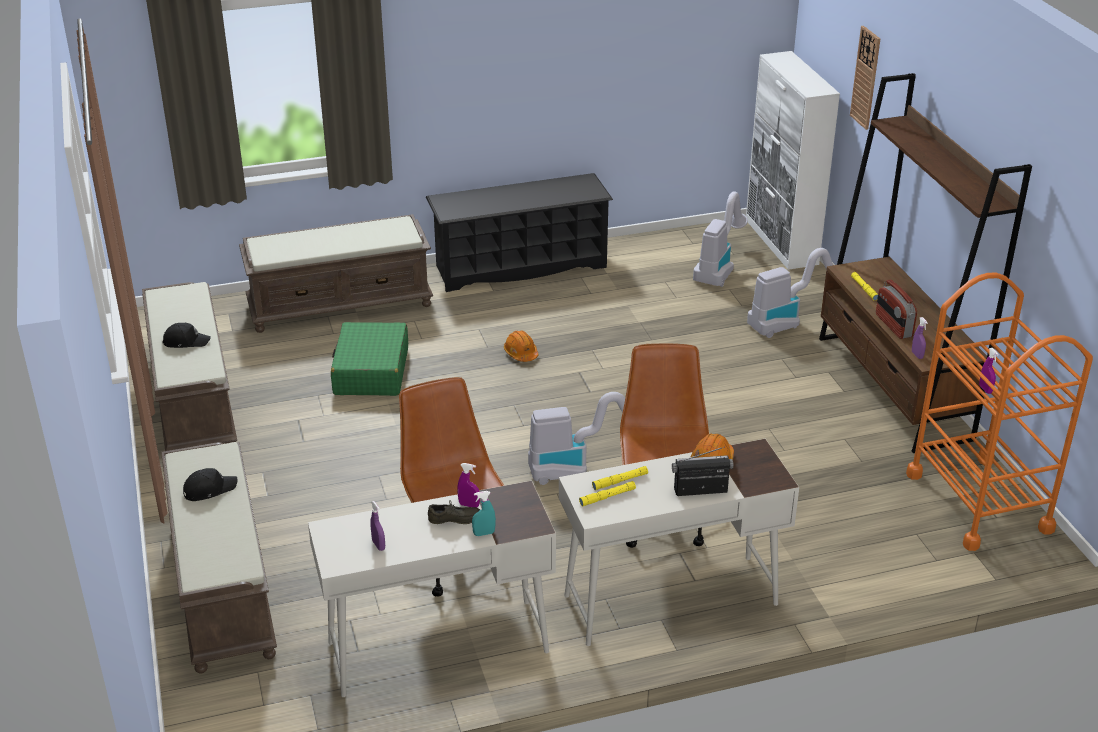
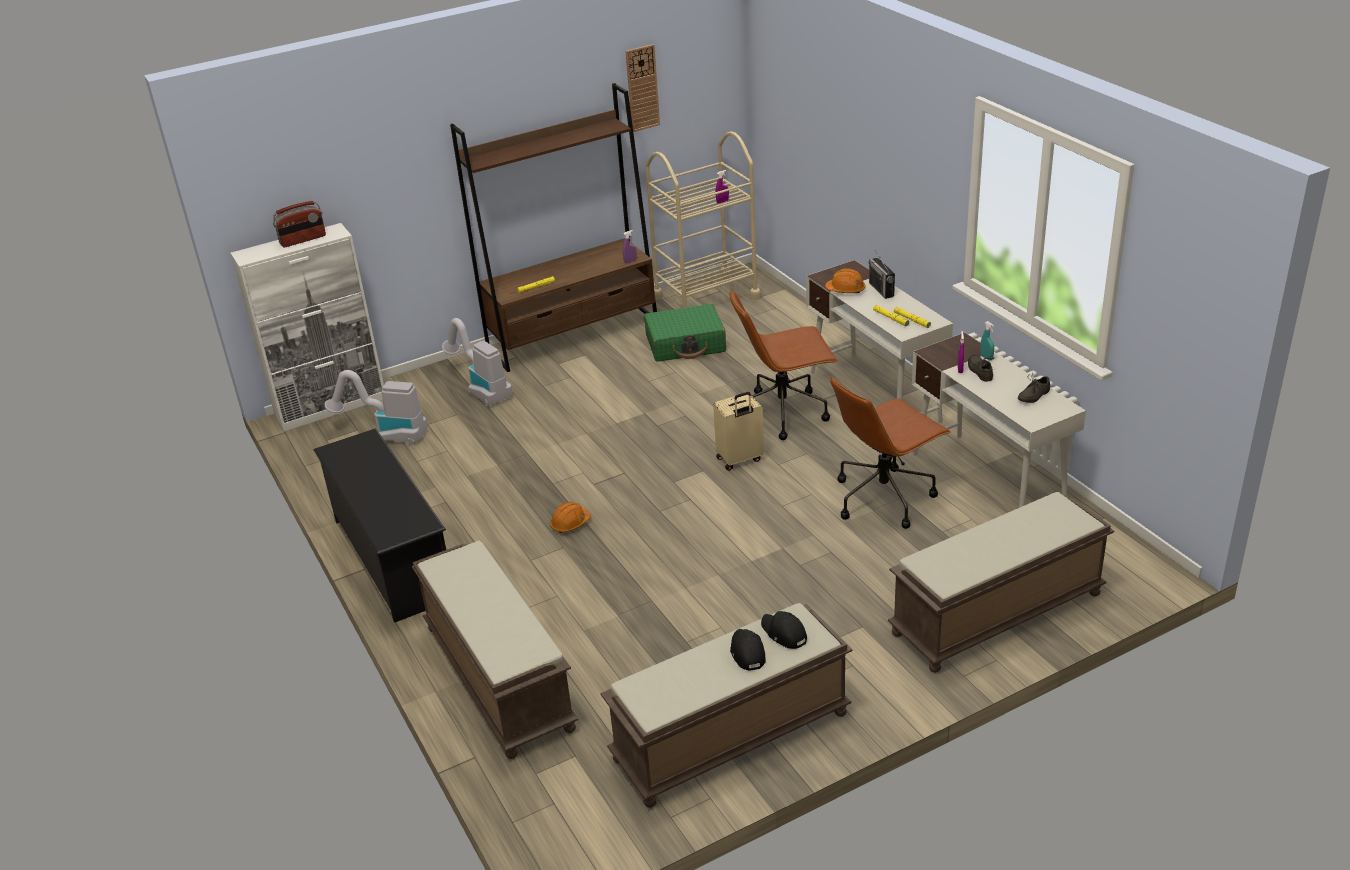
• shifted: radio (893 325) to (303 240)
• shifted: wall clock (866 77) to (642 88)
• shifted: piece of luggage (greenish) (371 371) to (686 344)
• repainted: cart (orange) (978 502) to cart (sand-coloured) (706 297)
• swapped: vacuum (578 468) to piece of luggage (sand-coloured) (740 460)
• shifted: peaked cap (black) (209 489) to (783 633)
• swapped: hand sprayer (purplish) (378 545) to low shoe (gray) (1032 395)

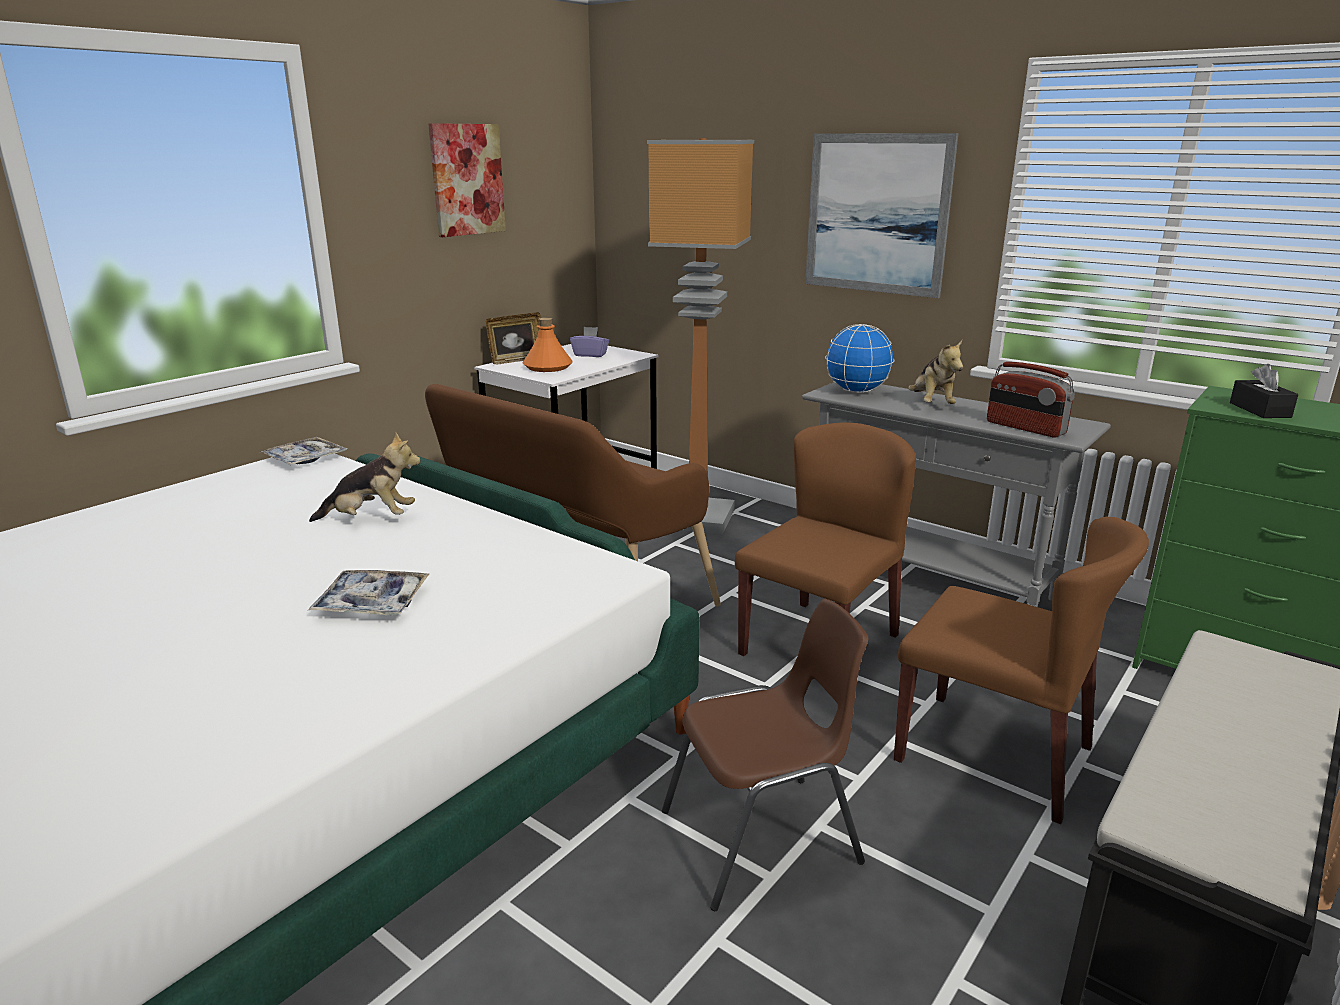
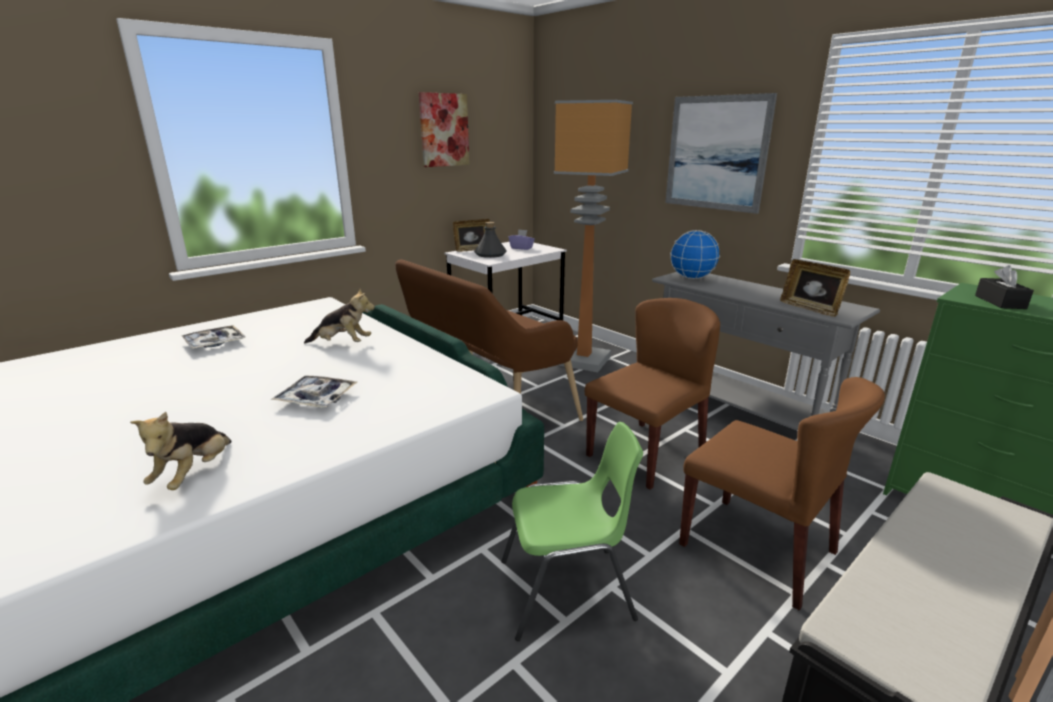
• shifted: soft toy (931 404) to (194 474)
• shifted: tray (305 459) to (215 343)
• repainted: bottle (orange) (547 367) to bottle (gray) (490 254)
• repainted: plain chair (brownish) (764 838) to plain chair (greenish) (568 591)
• swapped: radio (1025 428) to standing frame (810 308)

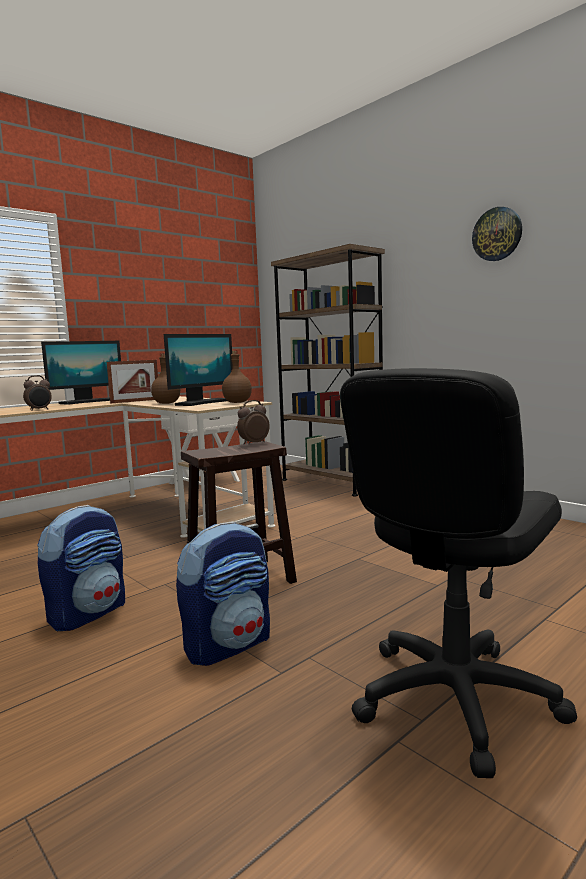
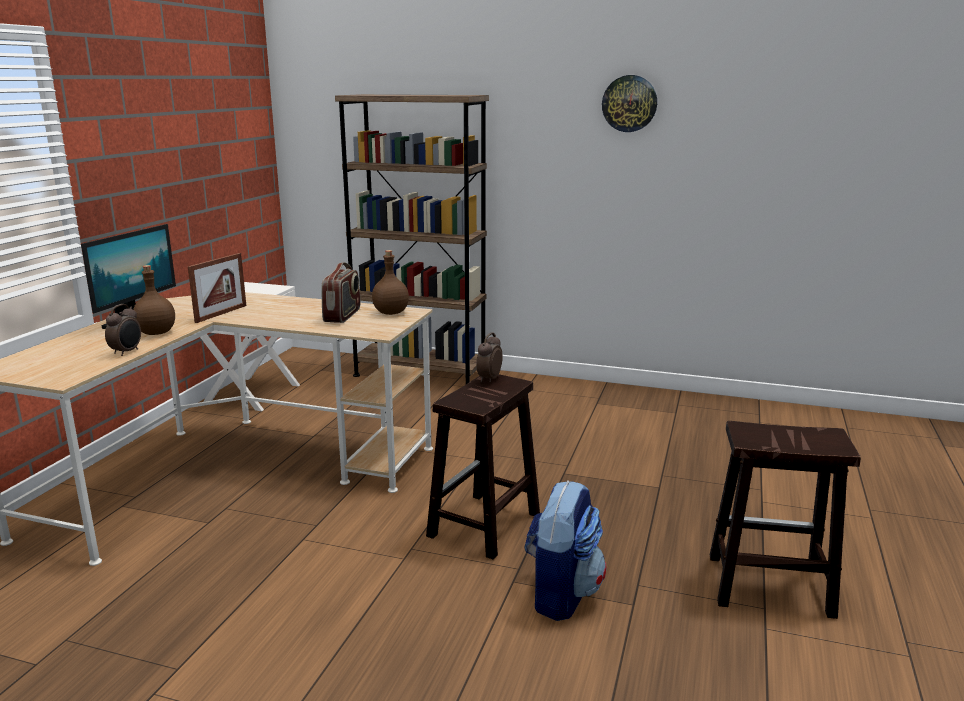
• shifted: bottle (brownish) (166 403) to (155 333)
• swapped: monitor (202 403) to radio (343 315)
• swapped: desk chair (black) (454 698) to stool seat (brownish) (767 585)
• gone: rucksack (88 613)

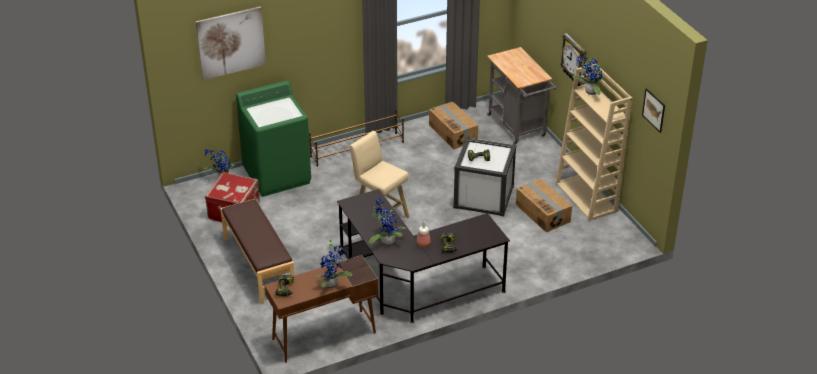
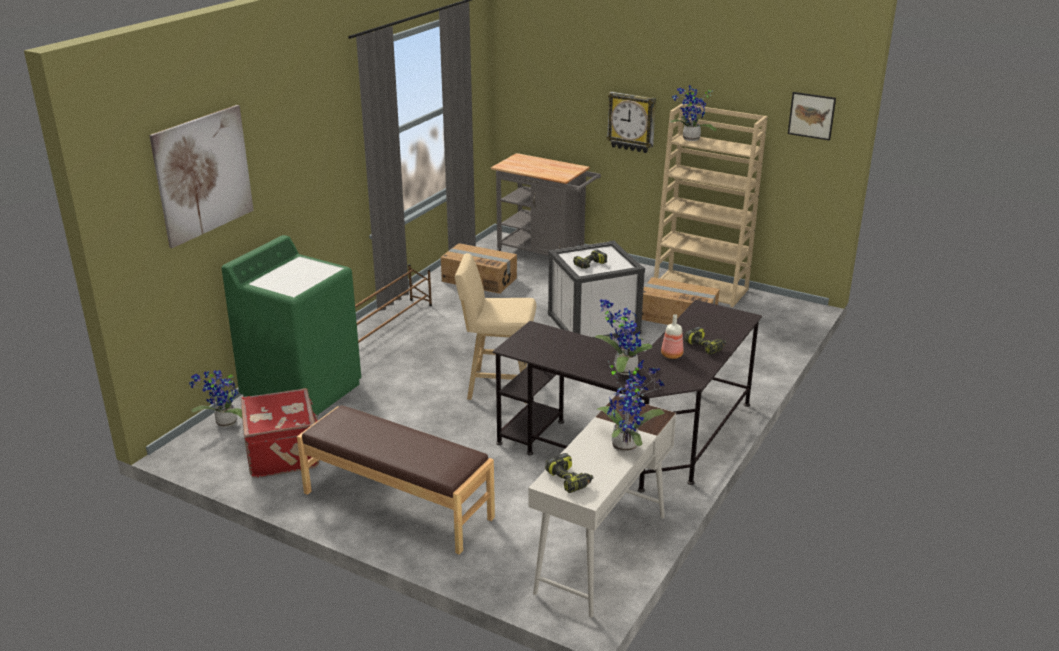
• repainted: desk (brownish) (323 336) to desk (white) (601 554)

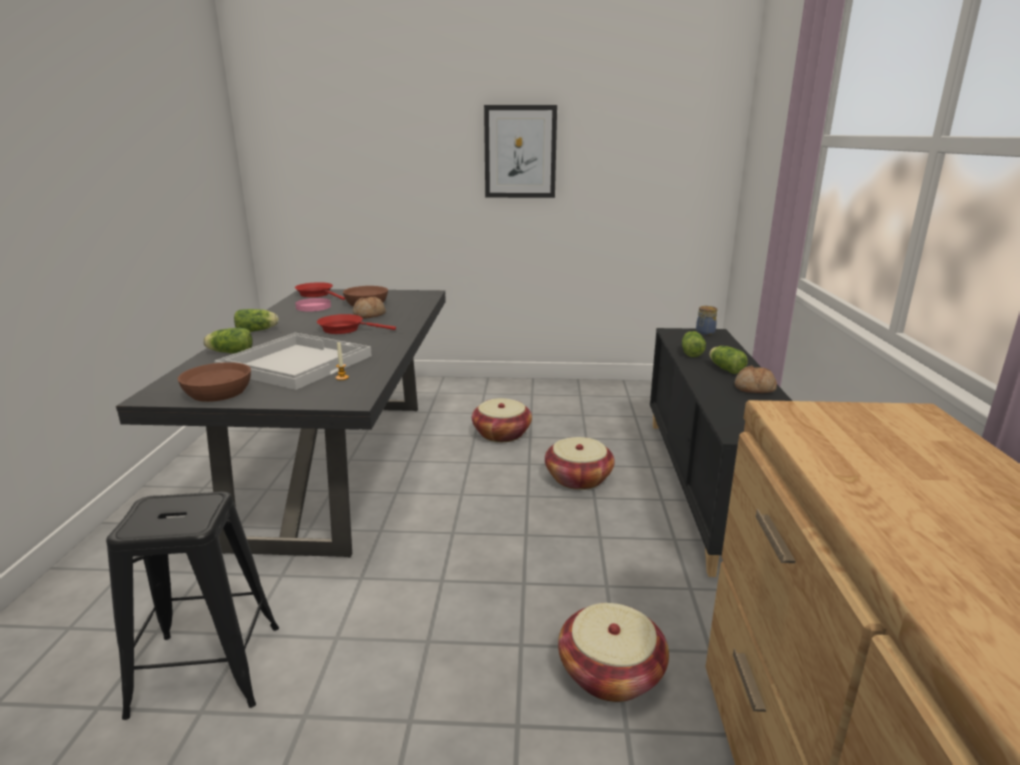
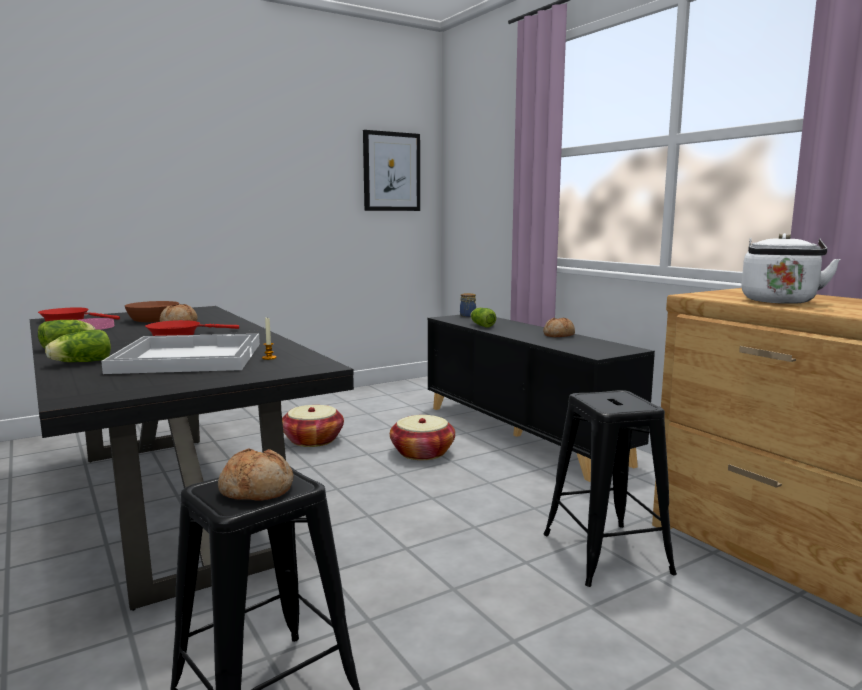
• new: bread (257 489)
• shifted: wall picture (520 152) to (391 172)
• swapped: basket (610 673) to stool seat (black) (605 553)
• new: kettle (white) (779 302)
• gone: deep dish (brownish) (217 393)
• gone: lettuce head (725 368)

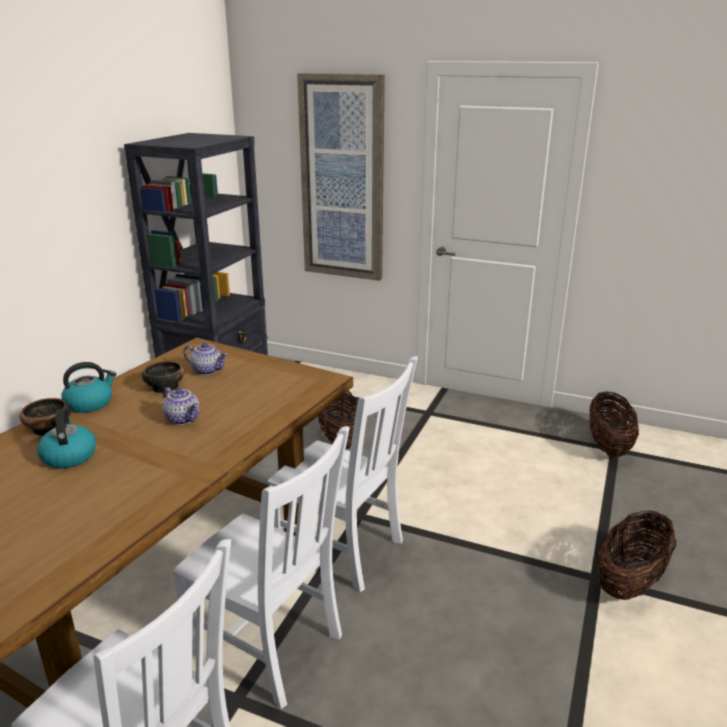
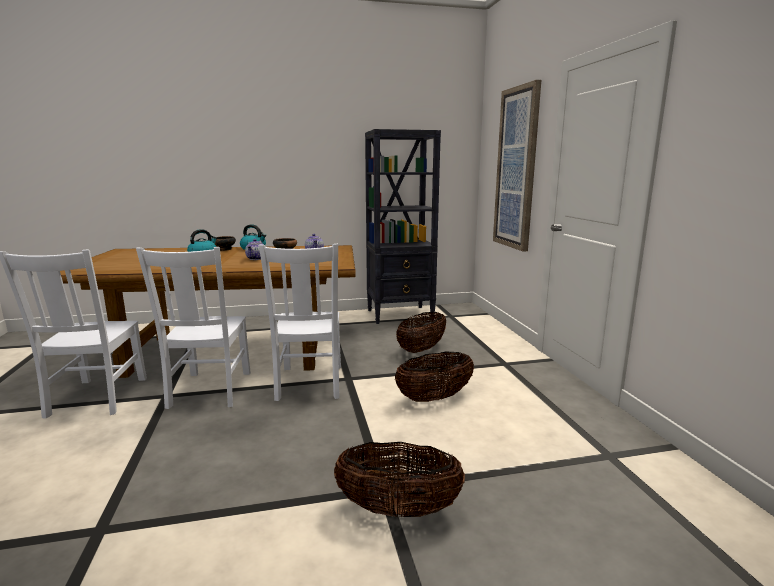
• shifted: basket (608 446) to (434 398)

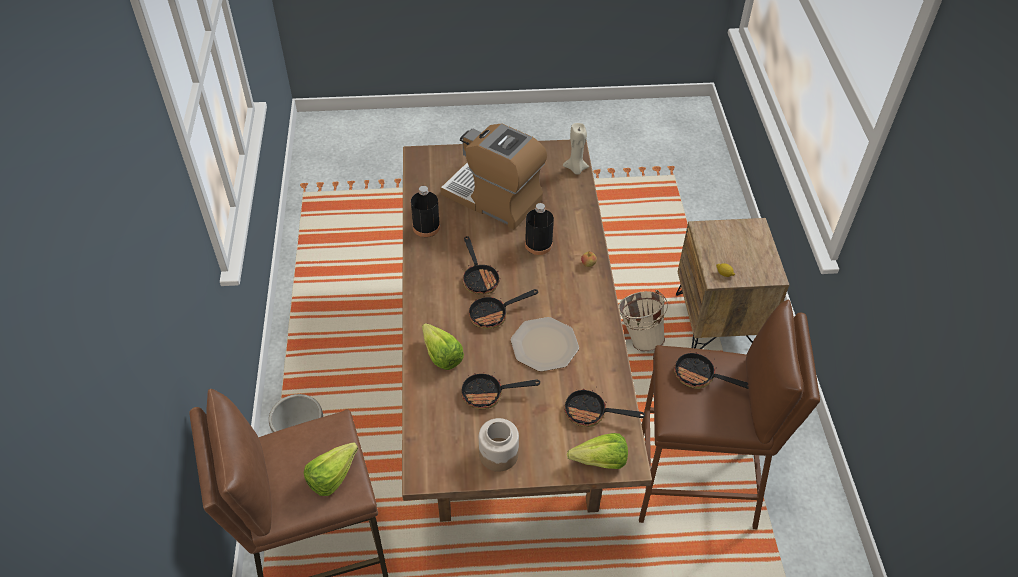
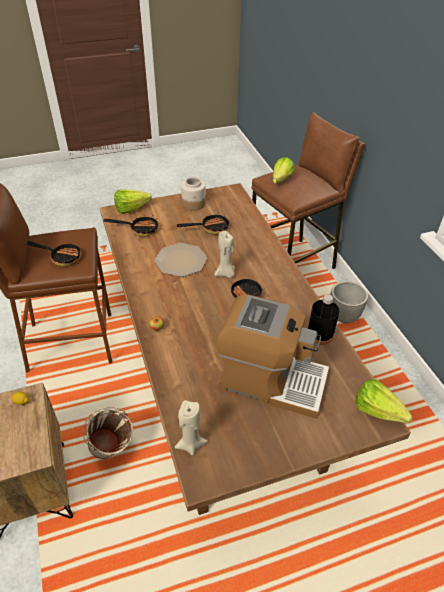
• swapped: frying pan (494 314) to candle (sand-coloured) (226 274)
• shifted: lettuce head (440 352) to (380 414)
• gone: bottle (black) (538 244)

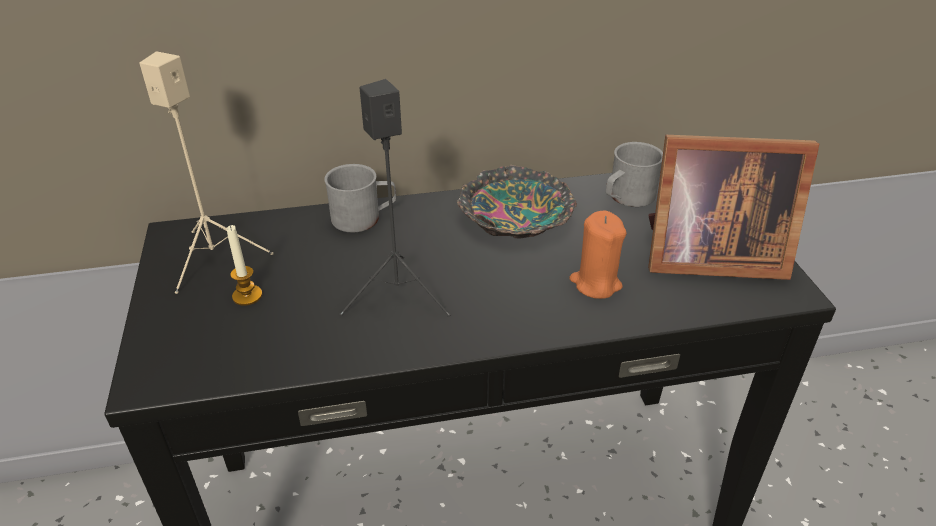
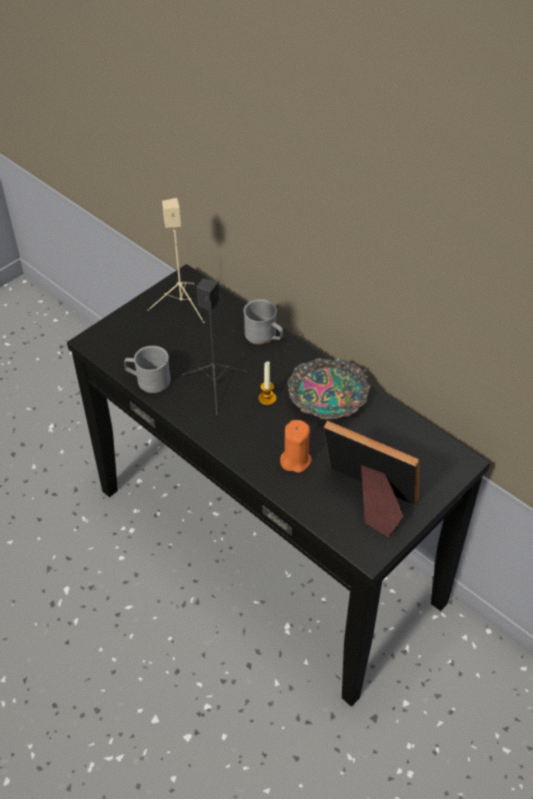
• shifted: tea mug (gray) (627 198) to (148 380)
• shifted: candle (247 296) to (267 398)
• rotated: standing frame (706 256) = (369 500) 150 degrees clockwise

